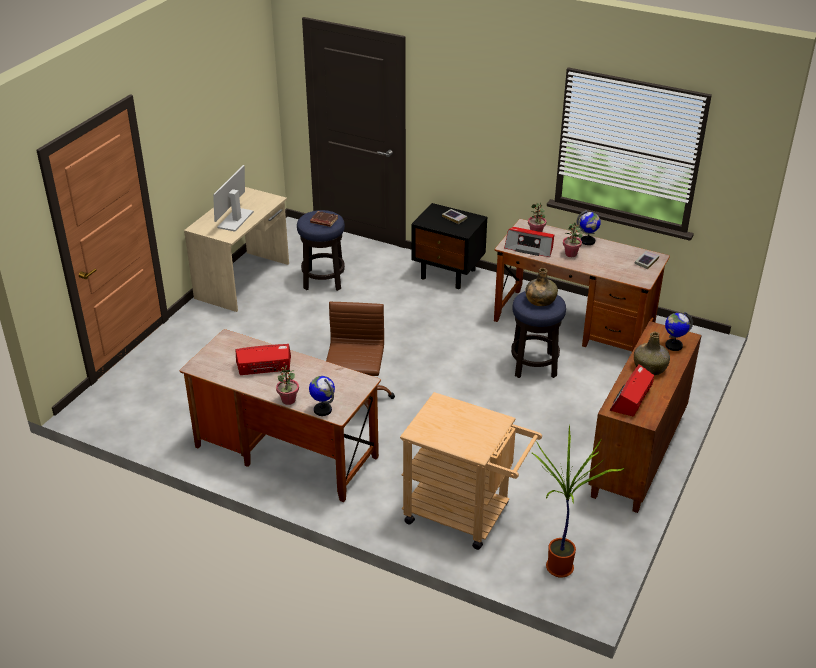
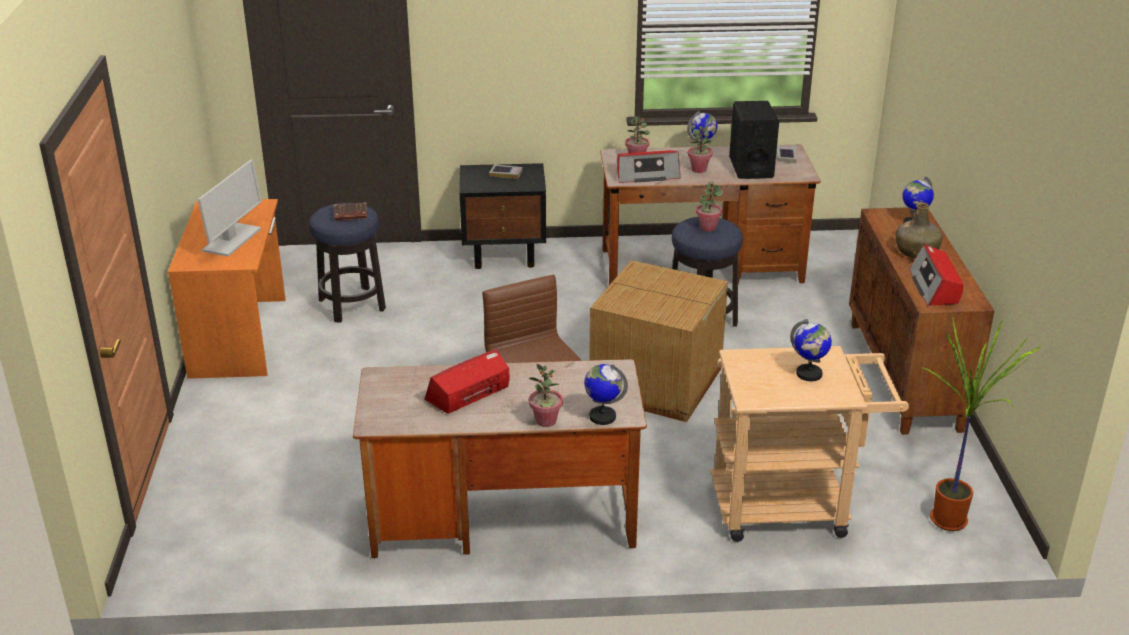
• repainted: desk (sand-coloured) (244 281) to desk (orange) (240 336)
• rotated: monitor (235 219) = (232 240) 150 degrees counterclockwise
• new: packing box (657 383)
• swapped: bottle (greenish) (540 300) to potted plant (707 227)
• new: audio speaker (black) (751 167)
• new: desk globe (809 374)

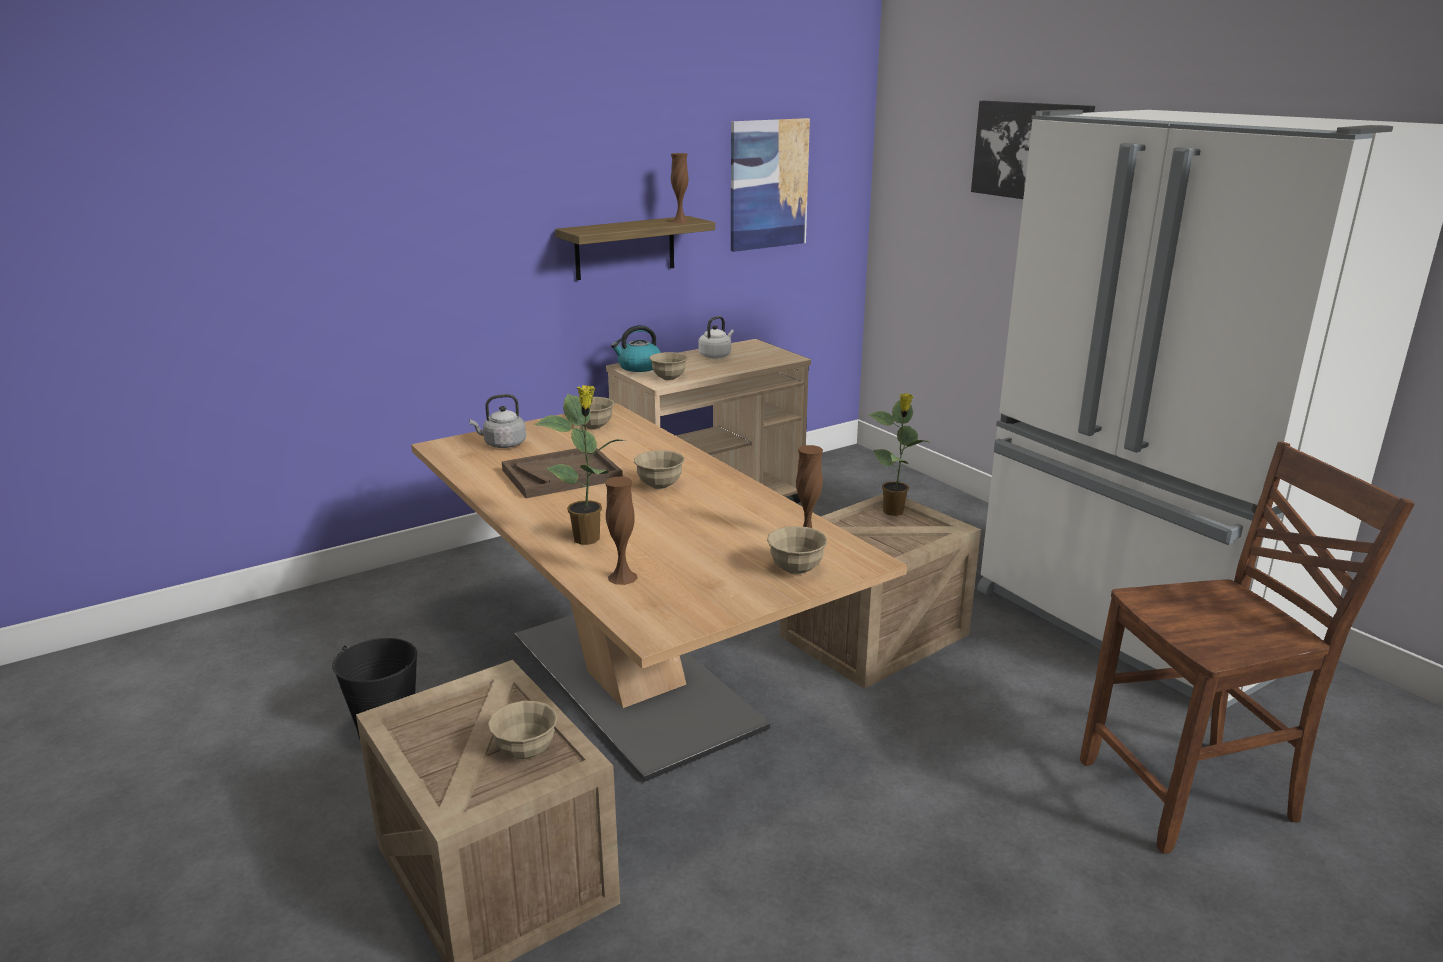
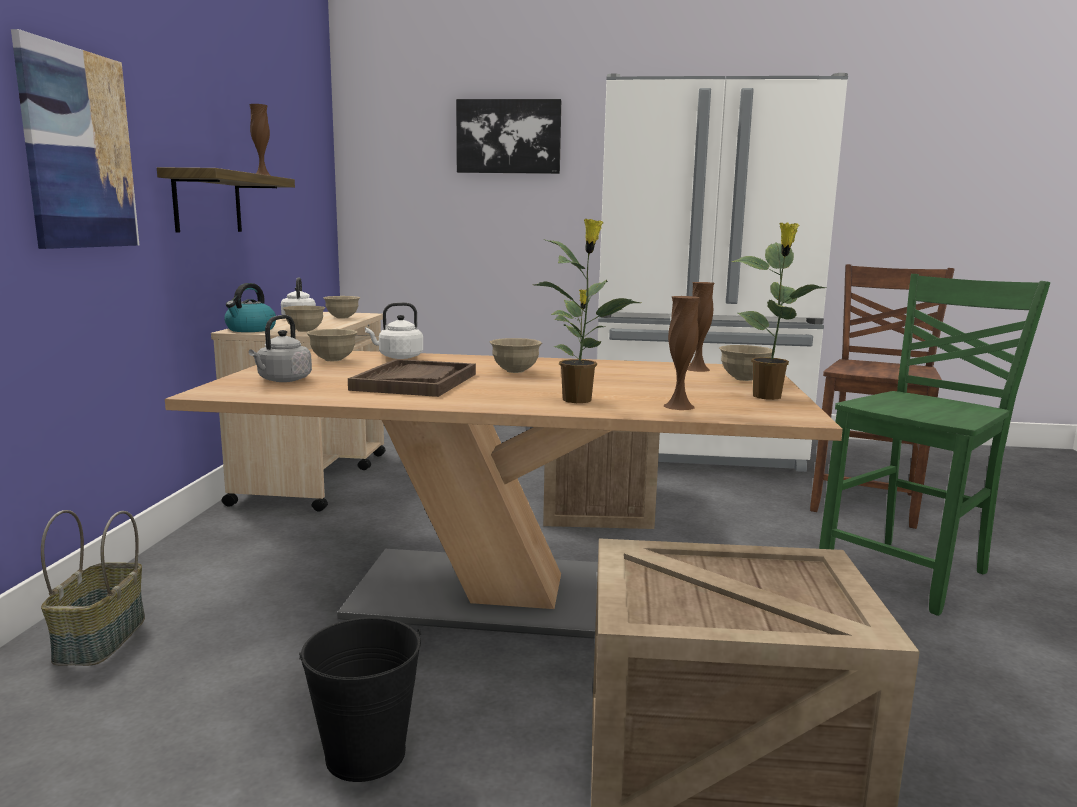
• shifted: wall picture (768 184) to (78 149)
• new: basket (102 639)
• shifted: deep dish (sand-coloured) (525 751) to (342 317)
• new: kettle (white) (398 357)
• new: potted plant (768 397)
• new: plain chair (greenish) (909 573)

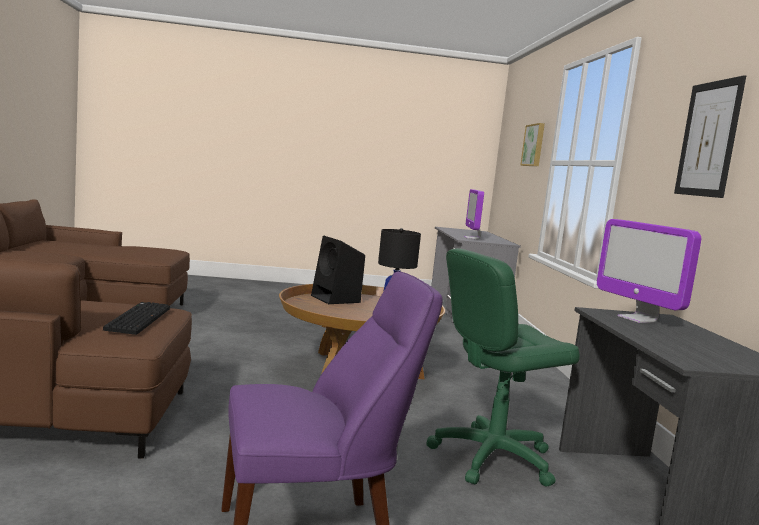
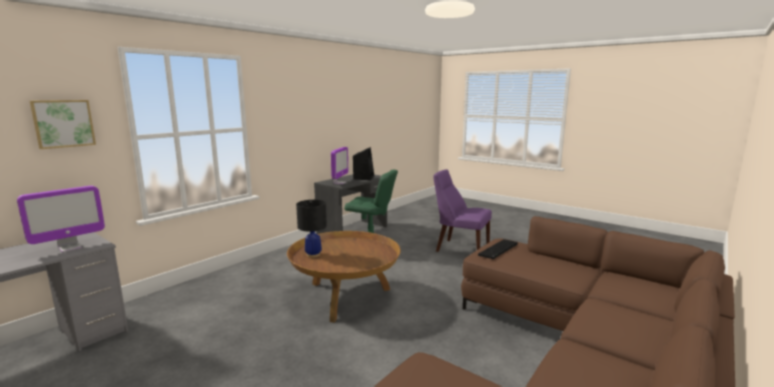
• shifted: audio speaker (black) (336 299) to (363 177)
• gone: wall picture (708 139)

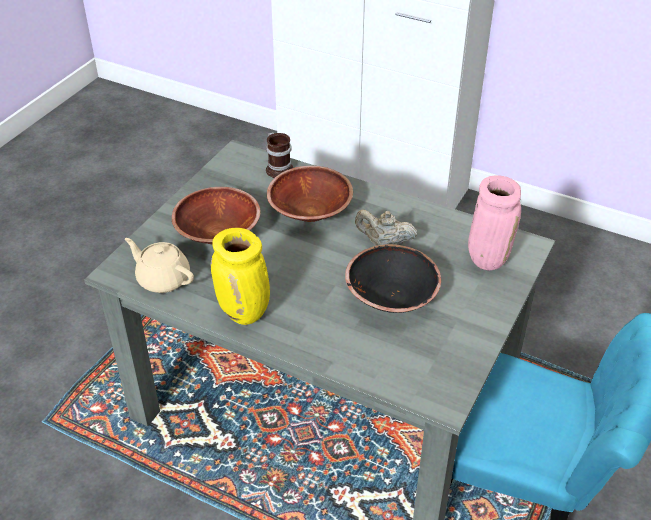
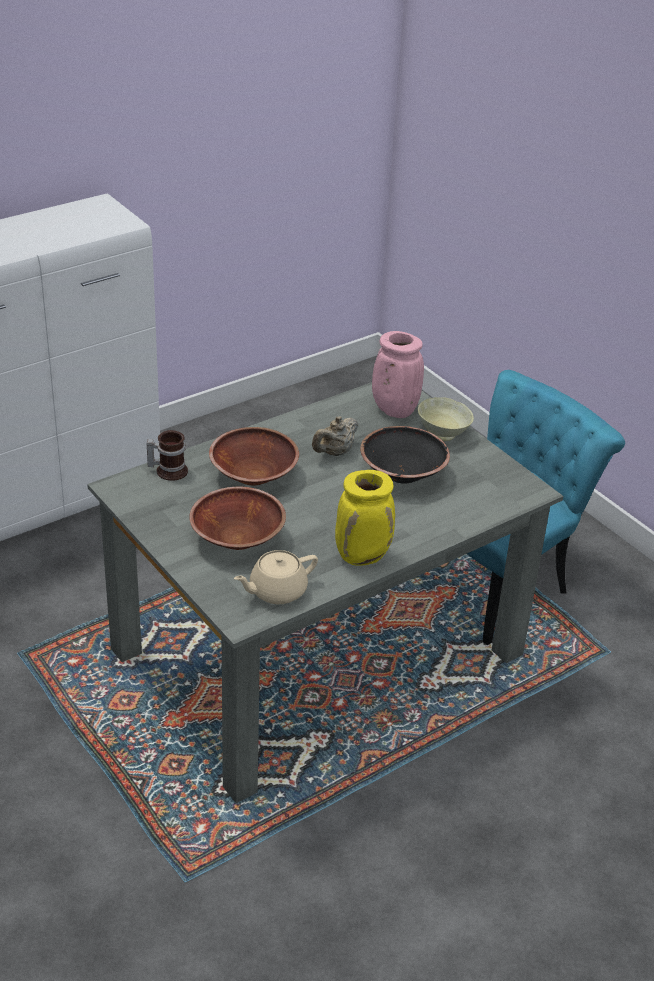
• new: deep dish (sand-coloured) (443 434)

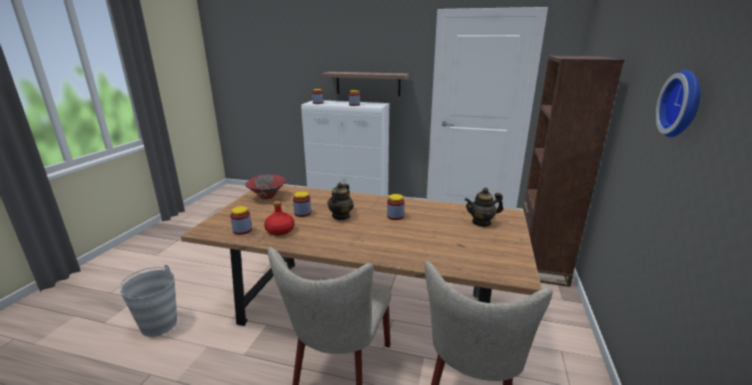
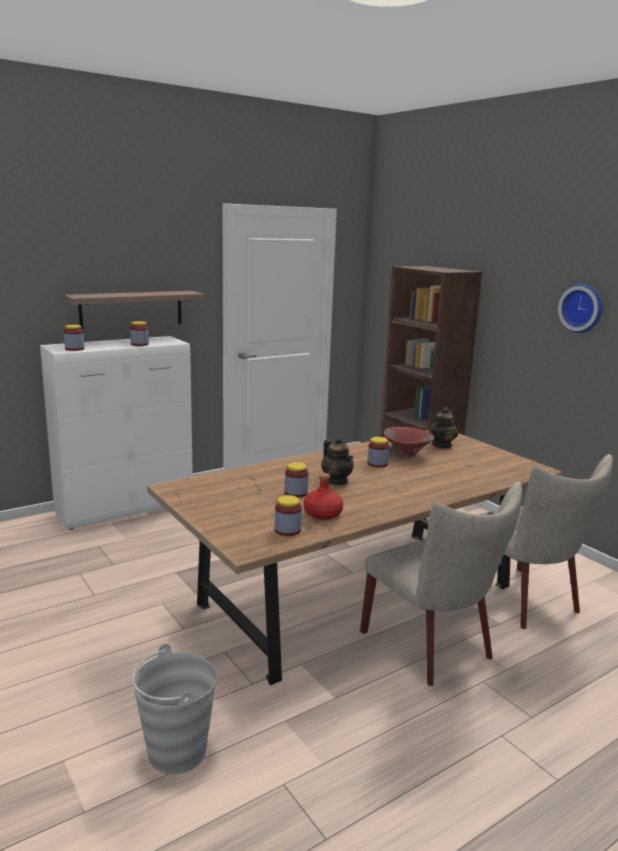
• shifted: deep dish (red) (267 197) to (406 455)

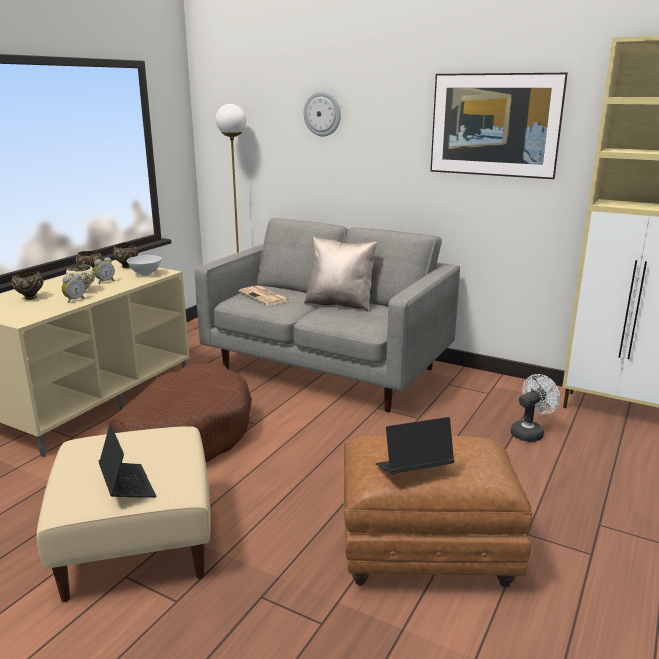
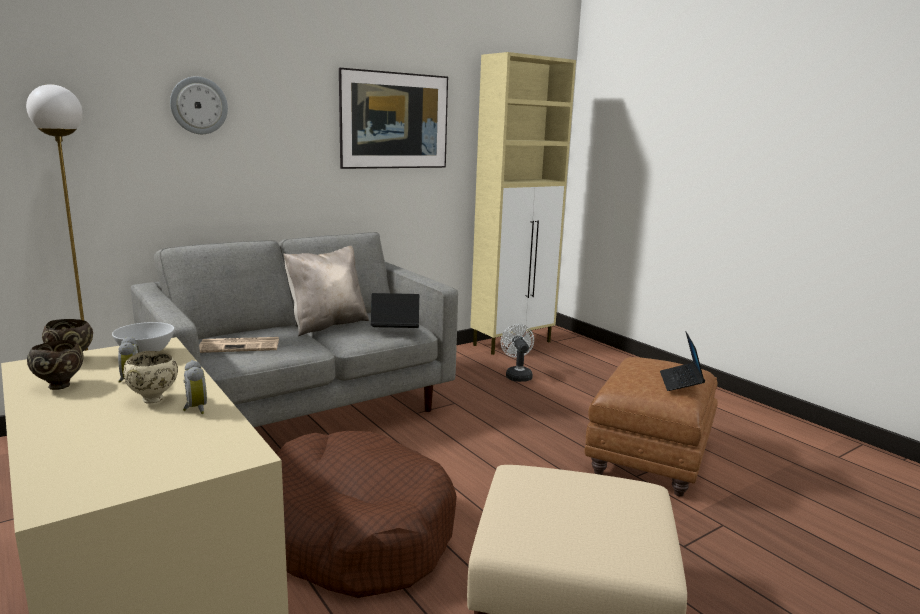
• shifted: notebook computer (127 486) to (395 331)
• gone: deep dish (brownish) (30 298)

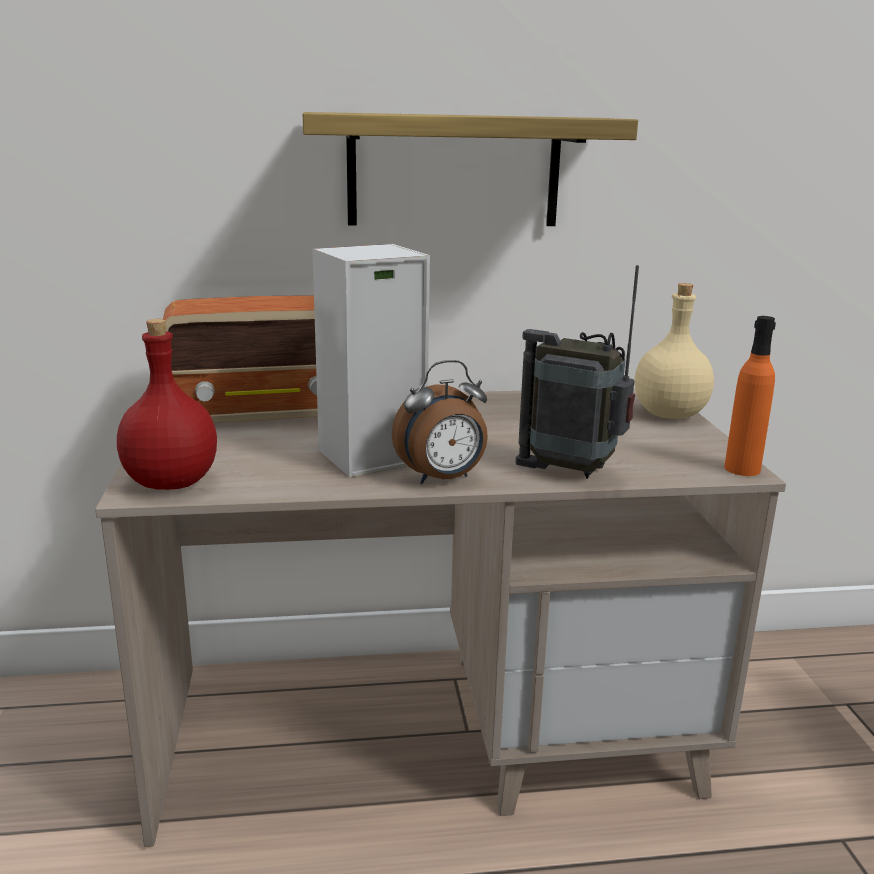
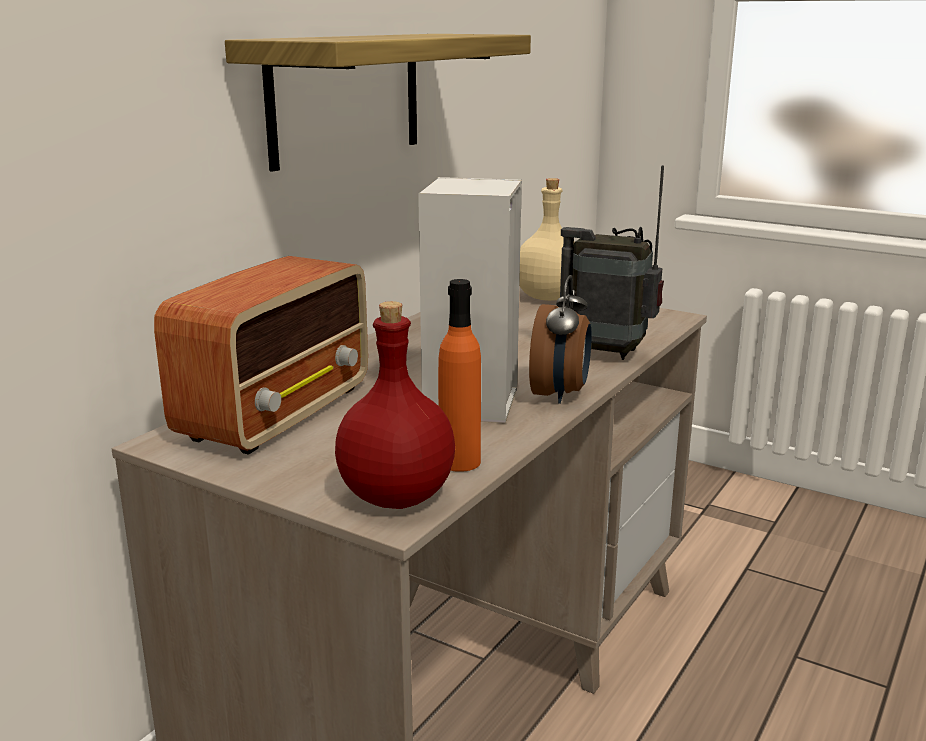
• shifted: bottle (orange) (742 469) to (459 462)
• rotated: radio (571 471) = (607 355) 45 degrees clockwise

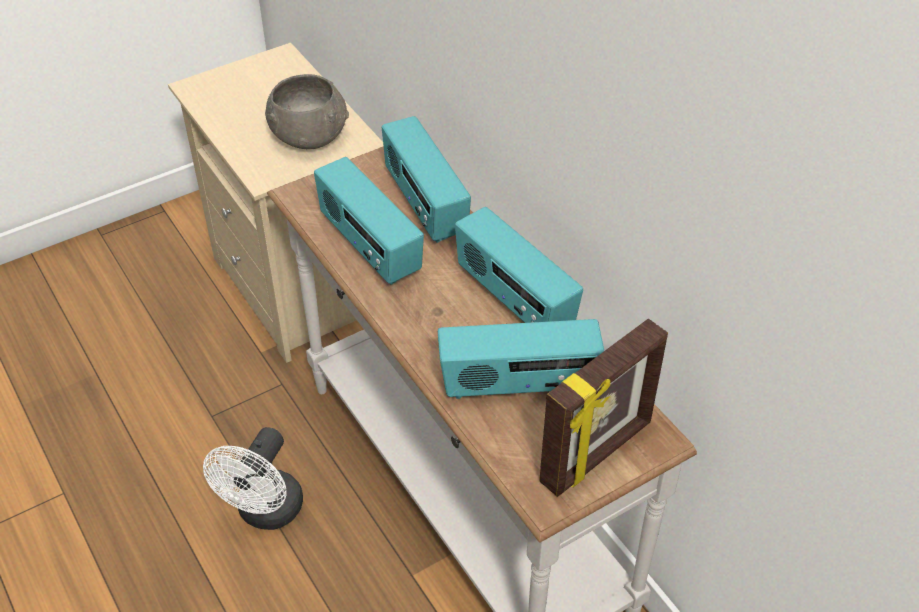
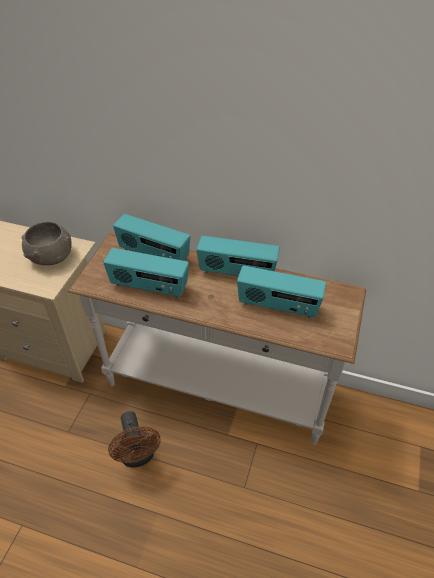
• repainted: electric fan (white) (265 513) to electric fan (brownish) (138 456)
• rotated: radio (518 385) = (278 306) 60 degrees clockwise
• gone: standing frame (597 454)

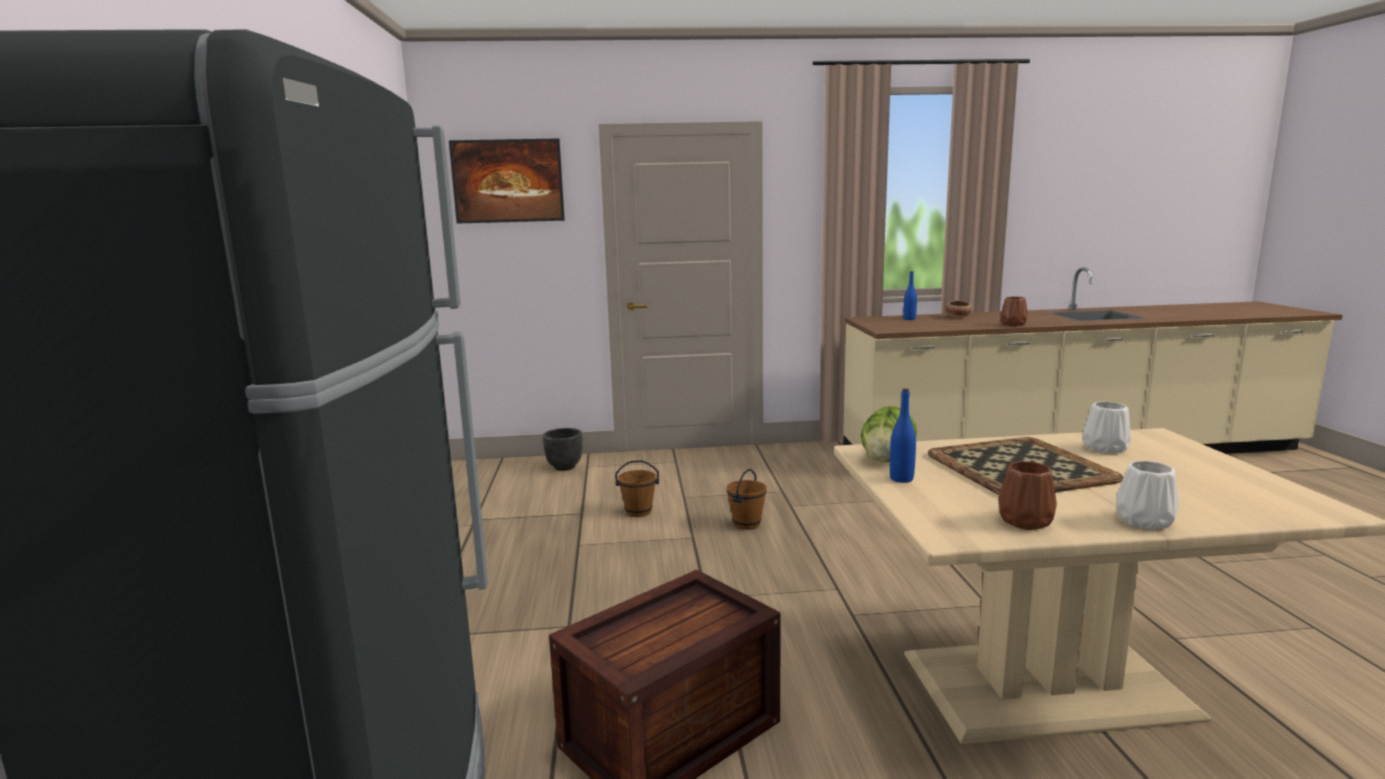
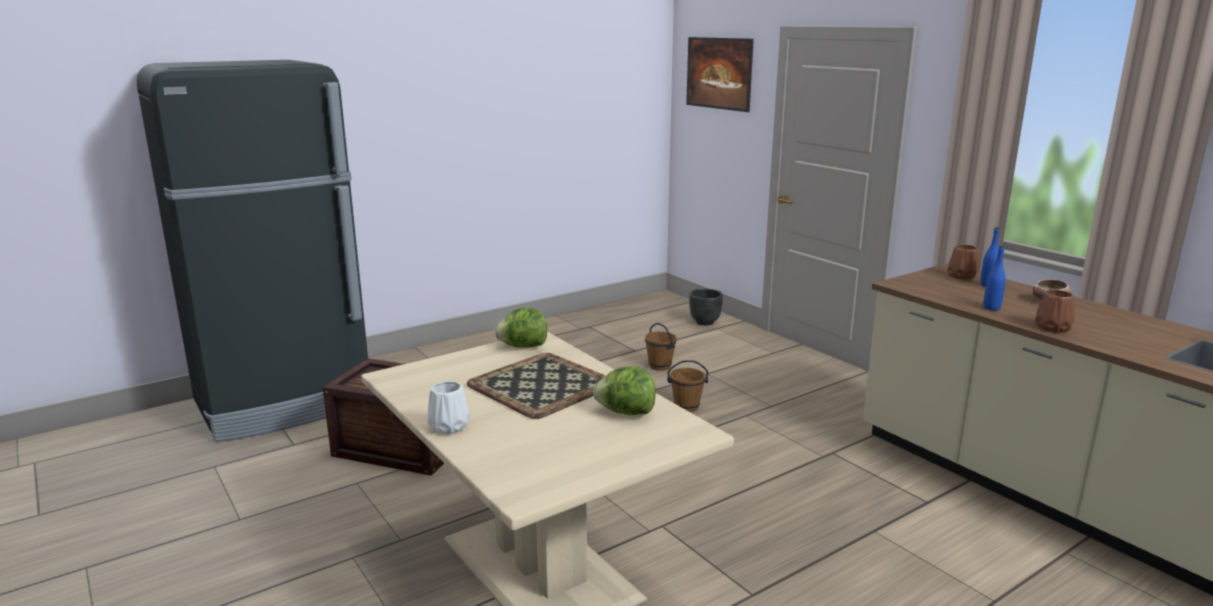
• swapped: decorative vase (white) (1106 448) to lettuce head (626 412)
• shifted: decorative vase (brownish) (1026 522) to (961 276)
• shifted: bottle (bluish) (901 479) to (991 308)

